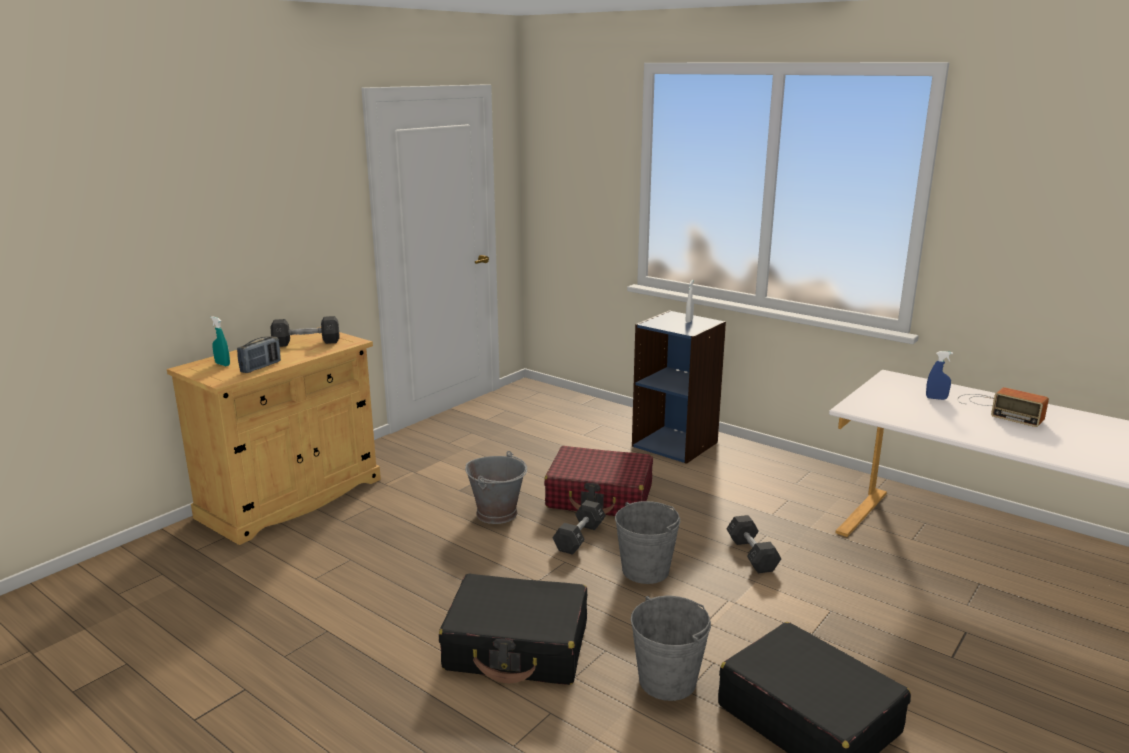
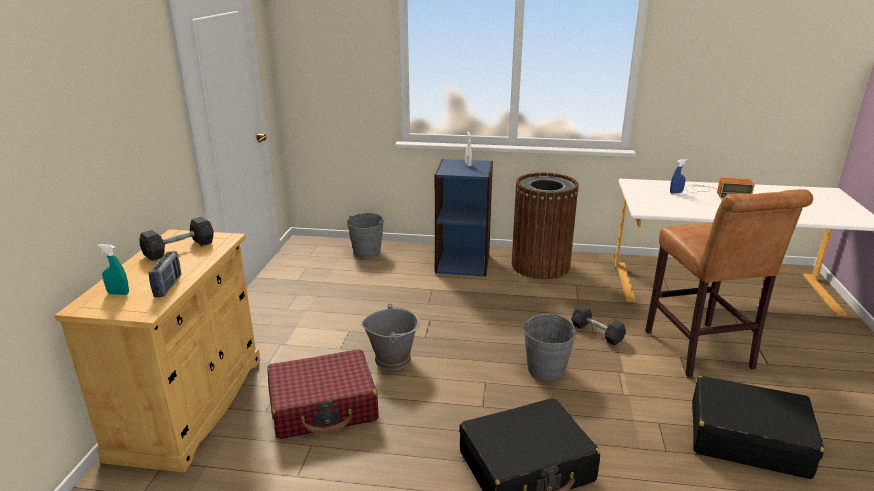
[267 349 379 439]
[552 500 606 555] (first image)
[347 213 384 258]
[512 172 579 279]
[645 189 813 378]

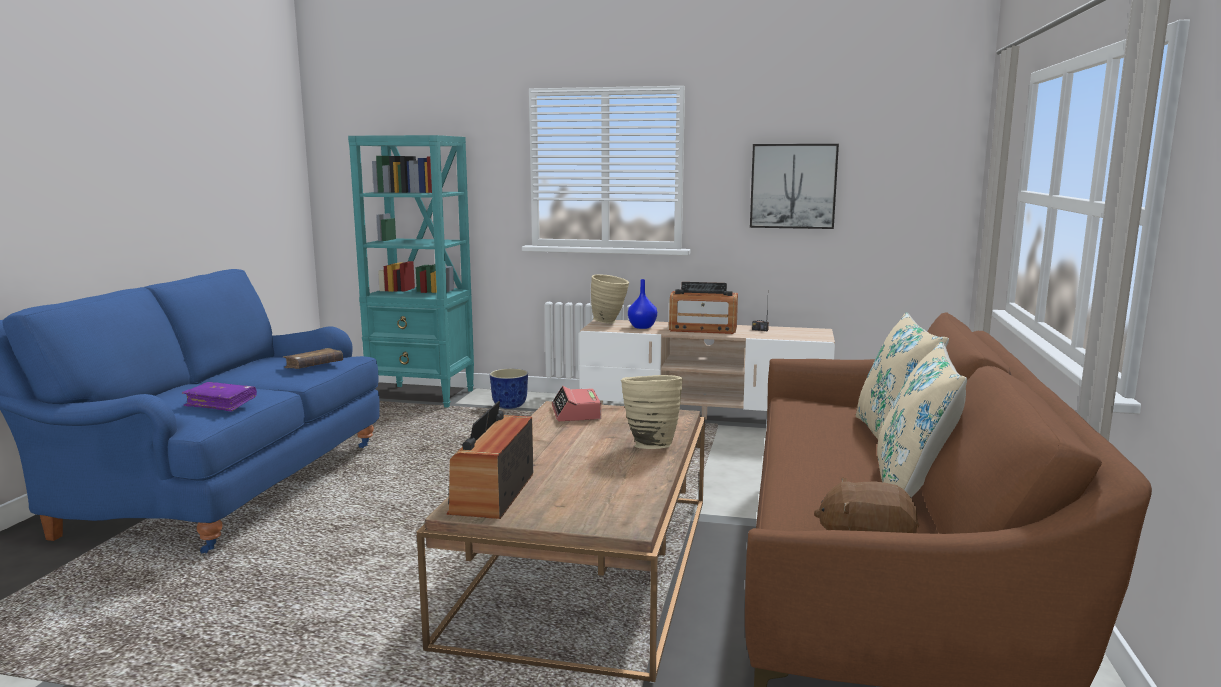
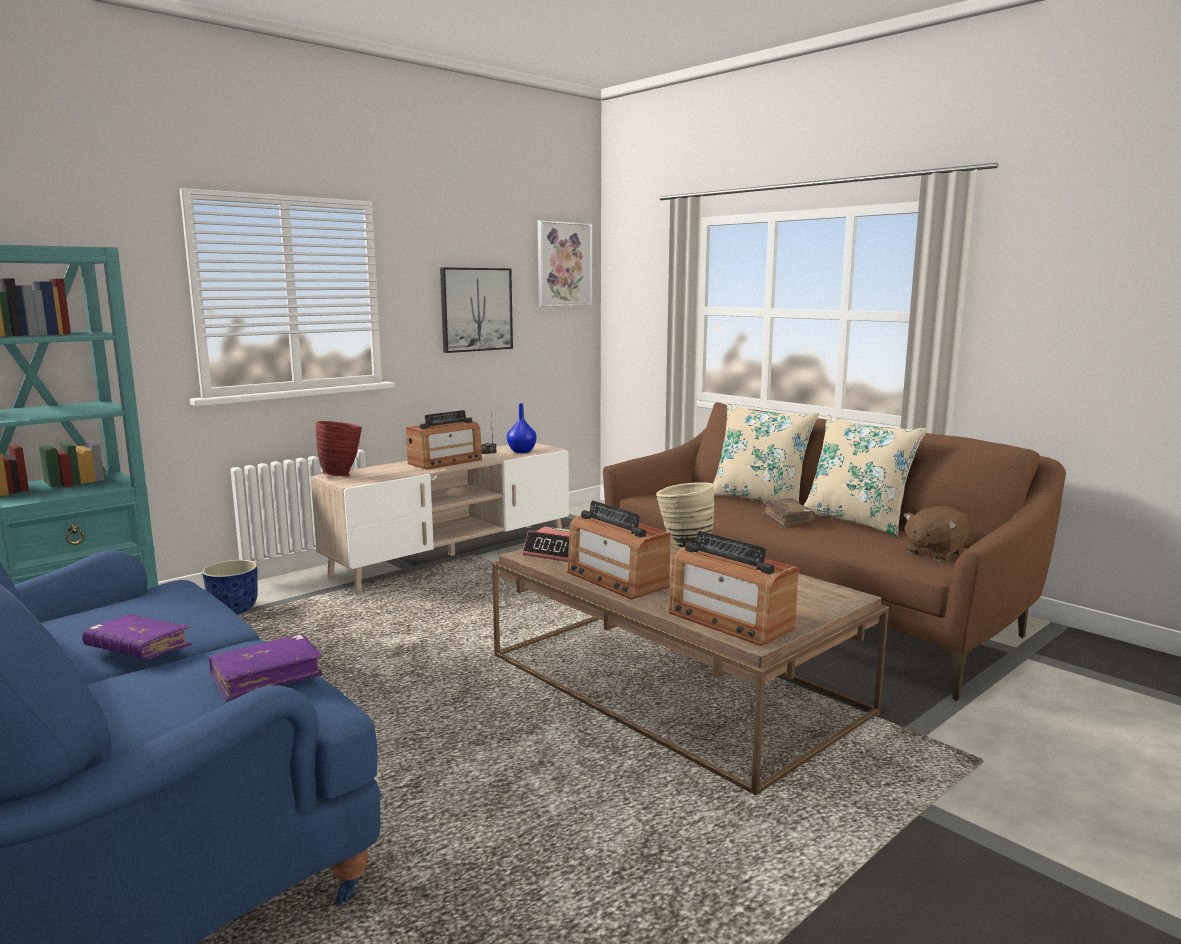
[316 421 362 476]
[507 403 537 453]
[762 498 815 527]
[538 220 592 307]
[567 501 671 600]
[82 614 192 659]

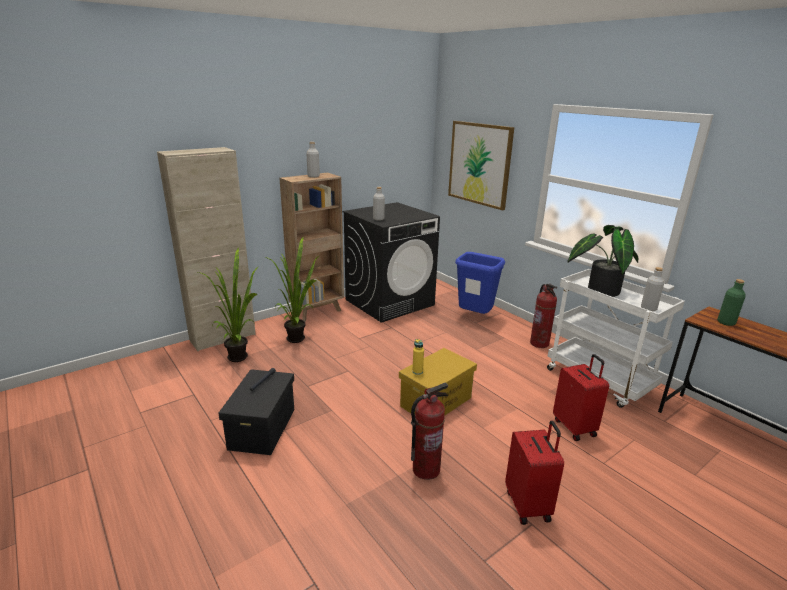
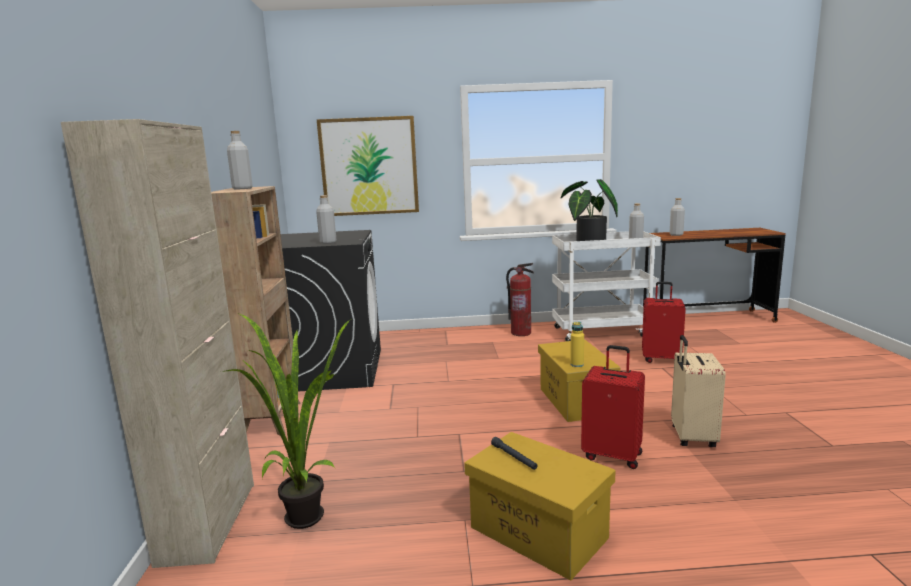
[265 238 319 343] (first image)
[455 252 505 314] (first image)
[670 198 685 236]
[464 432 616 581]
[671 335 726 447]
[581 345 645 469]

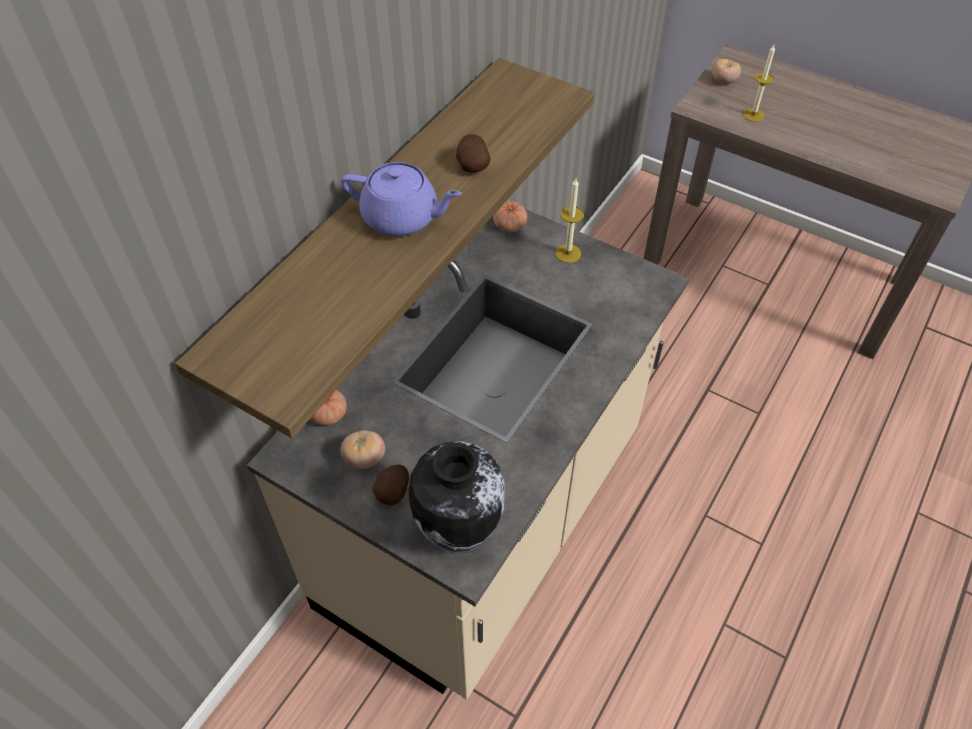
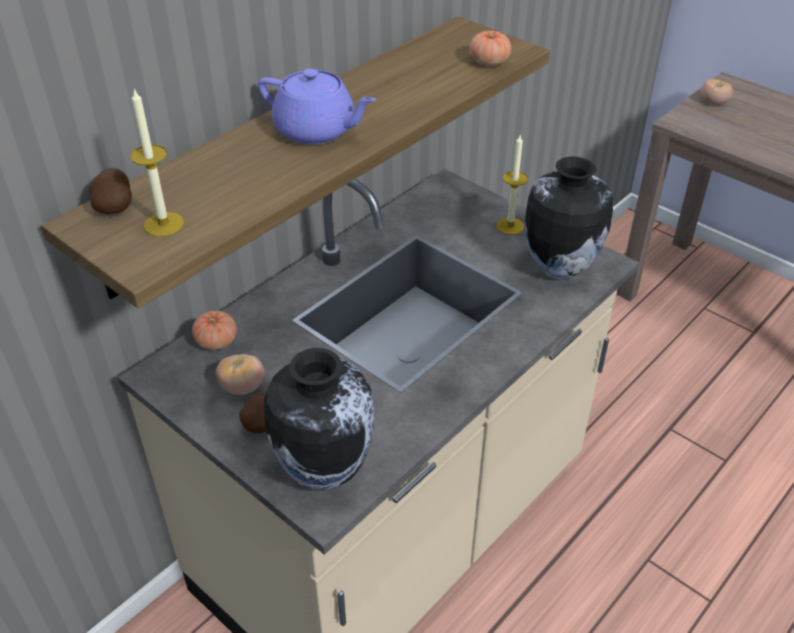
[130 88 184 237]
[89 168 132 214]
[469 31 511 66]
[525 157 613 280]

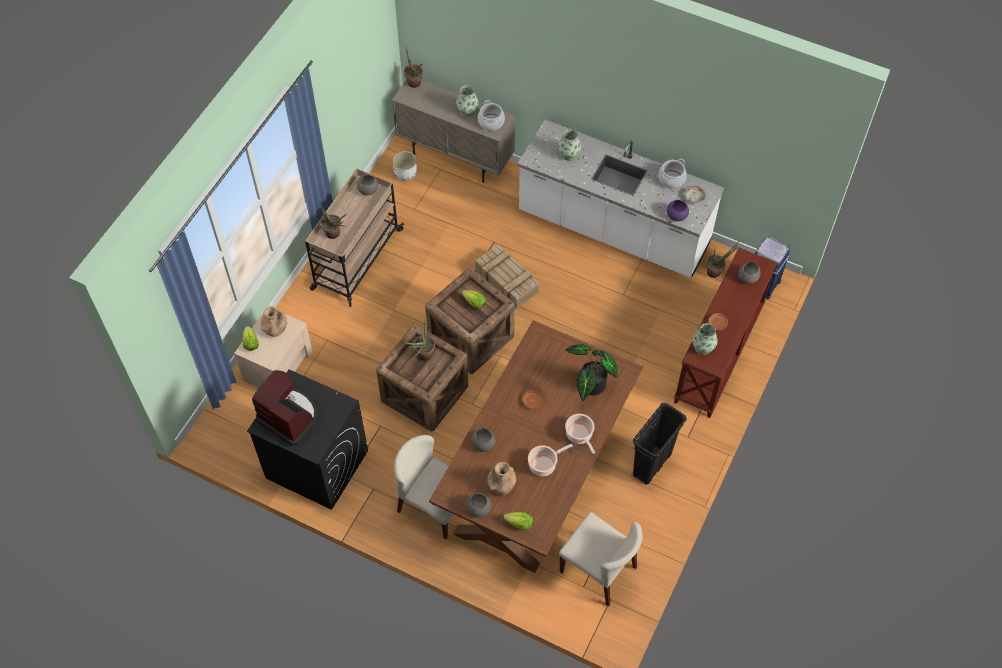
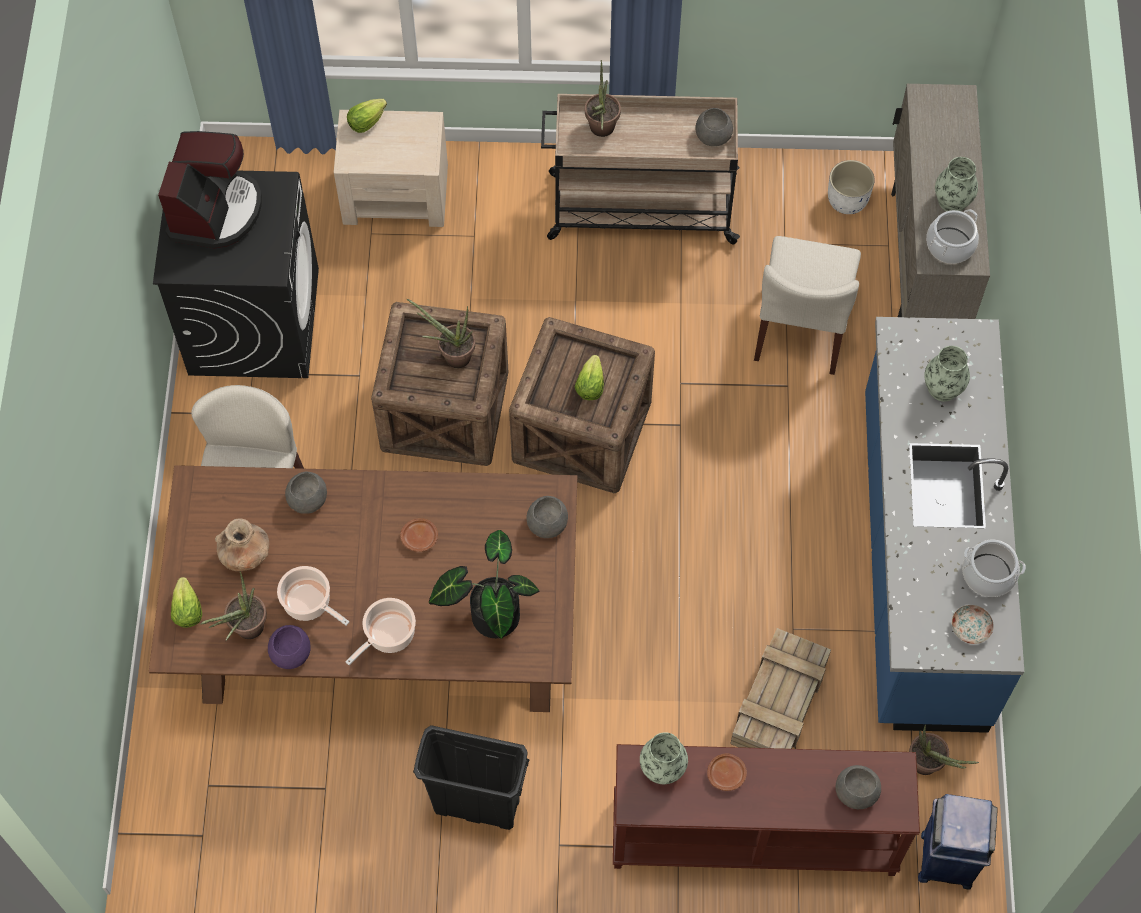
[201 572 267 641]
[865 317 1024 733]
[268 625 311 669]
[730 628 831 749]
[261 306 287 337] (first image)
[526 496 568 538]
[754 236 861 375]

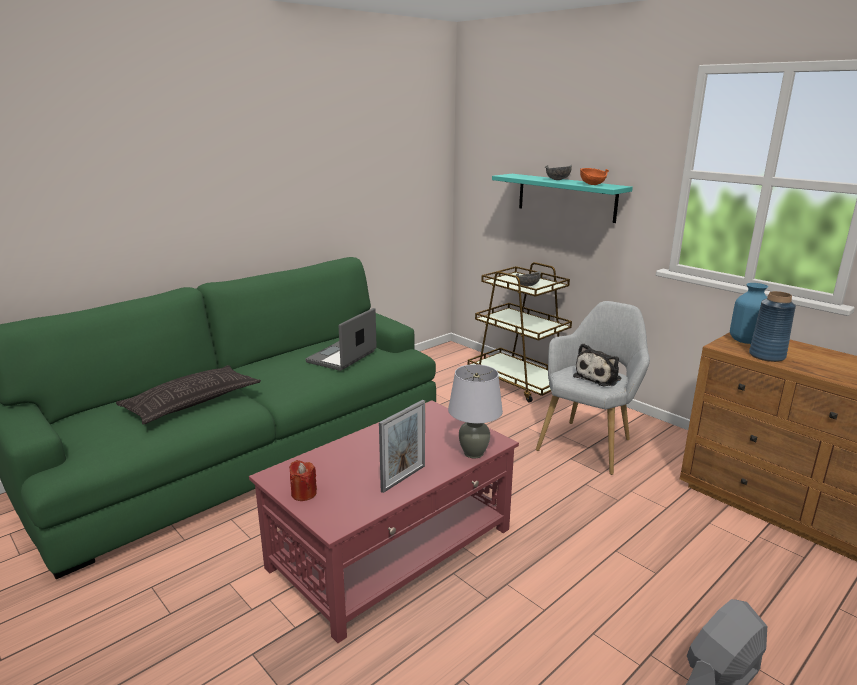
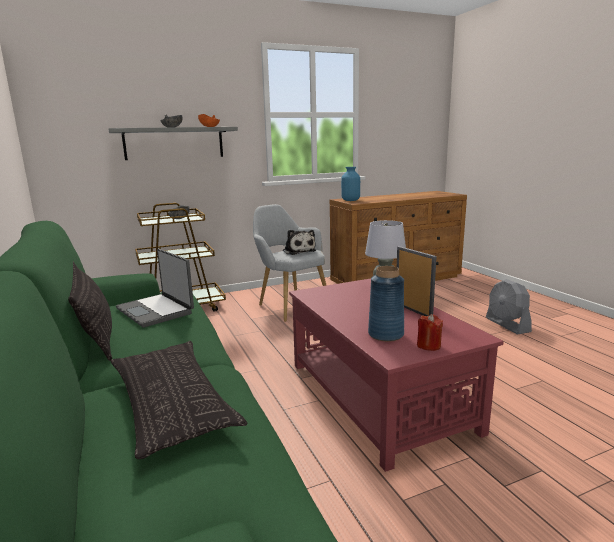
[109 127 238 160]
[368 266 404 342]
[68 261 112 361]

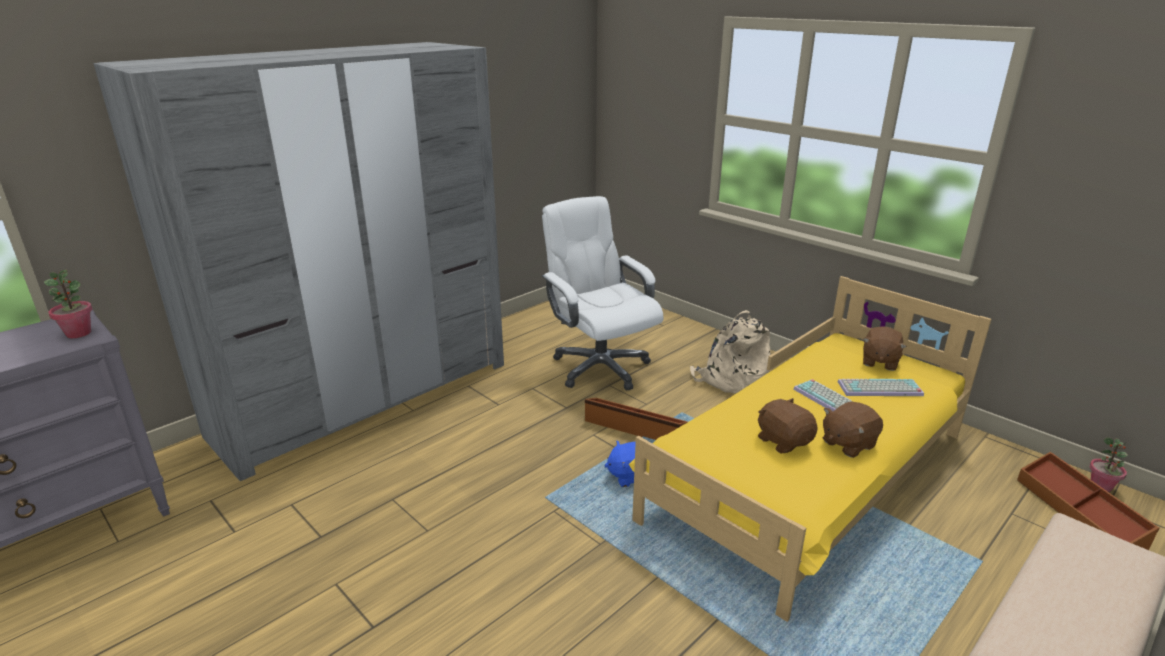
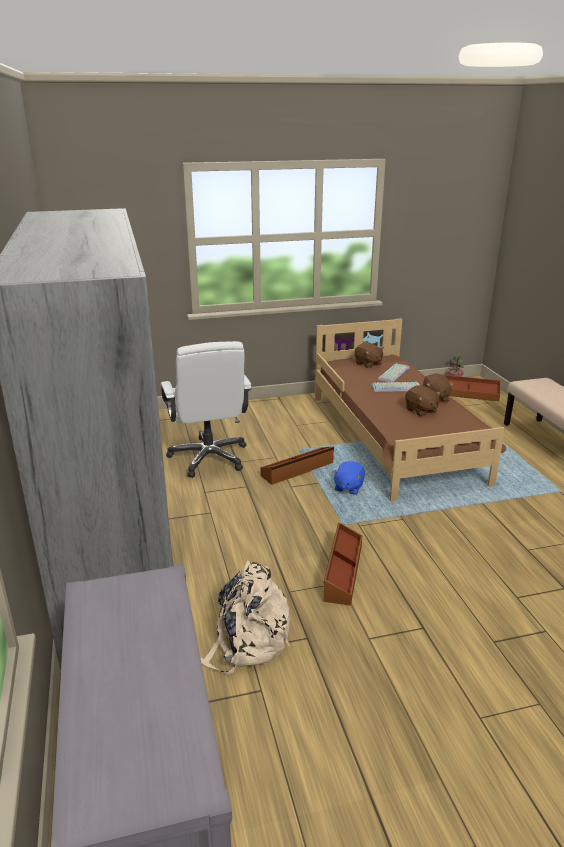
[161 341 252 478]
[44 270 92 338] (first image)
[315 318 507 501]
[200 560 290 675]
[405 385 441 416]
[323 522 362 606]

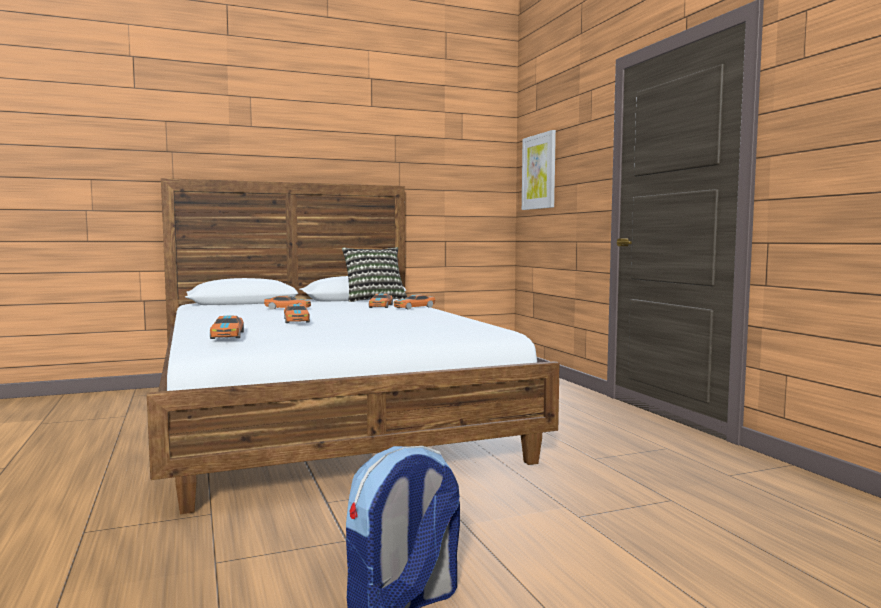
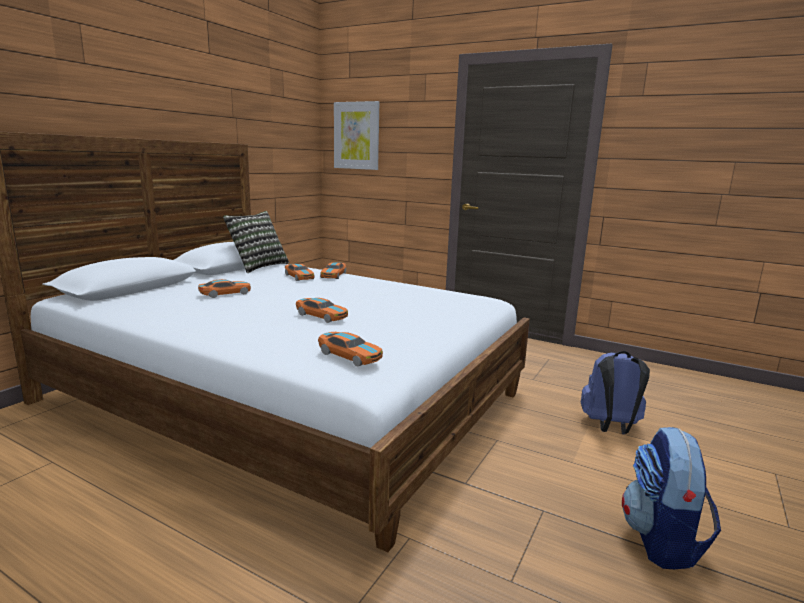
[581 351 650 434]

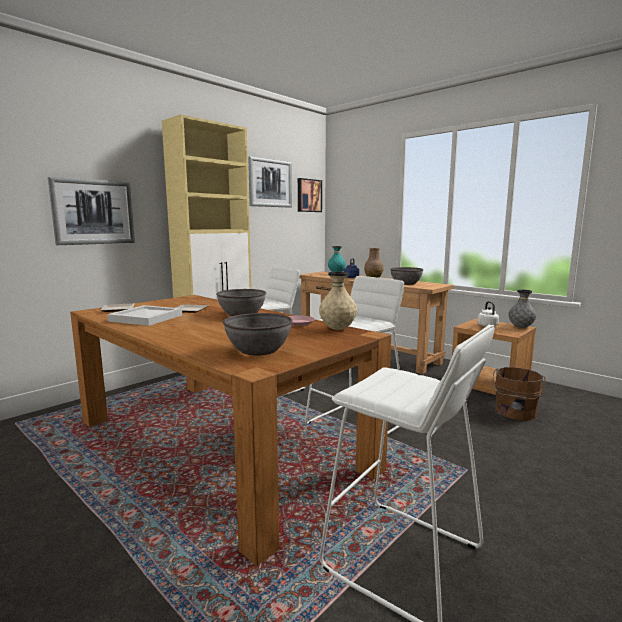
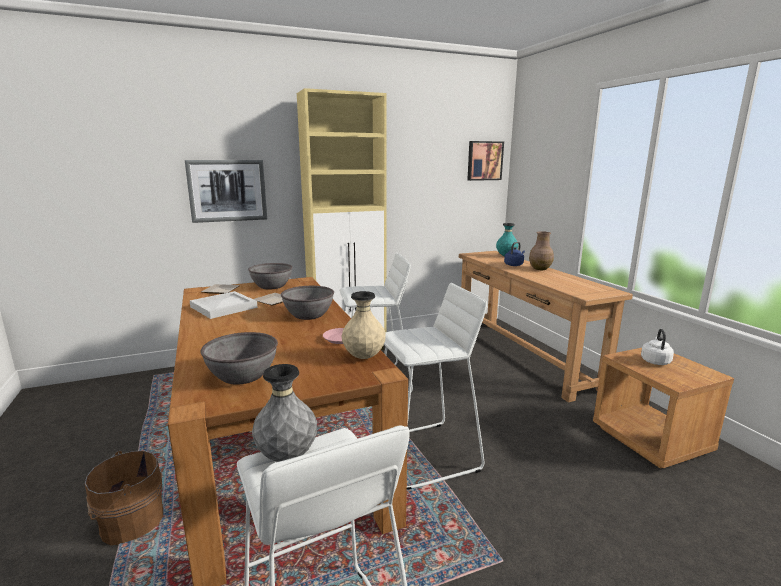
[248 157 292 208] (first image)
[248 263 292 290]
[252 364 317 462]
[85 450 163 545]

